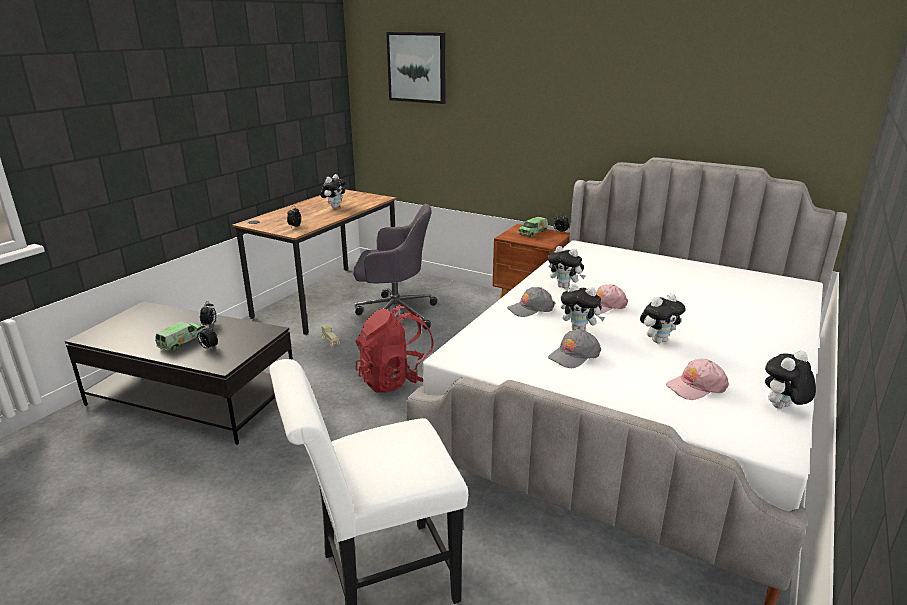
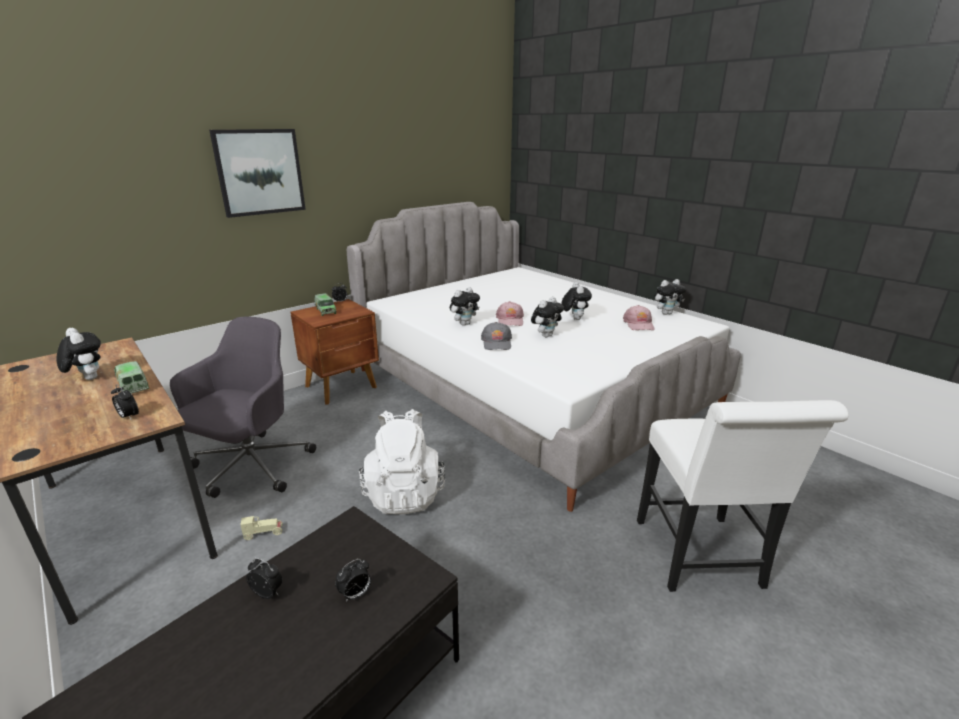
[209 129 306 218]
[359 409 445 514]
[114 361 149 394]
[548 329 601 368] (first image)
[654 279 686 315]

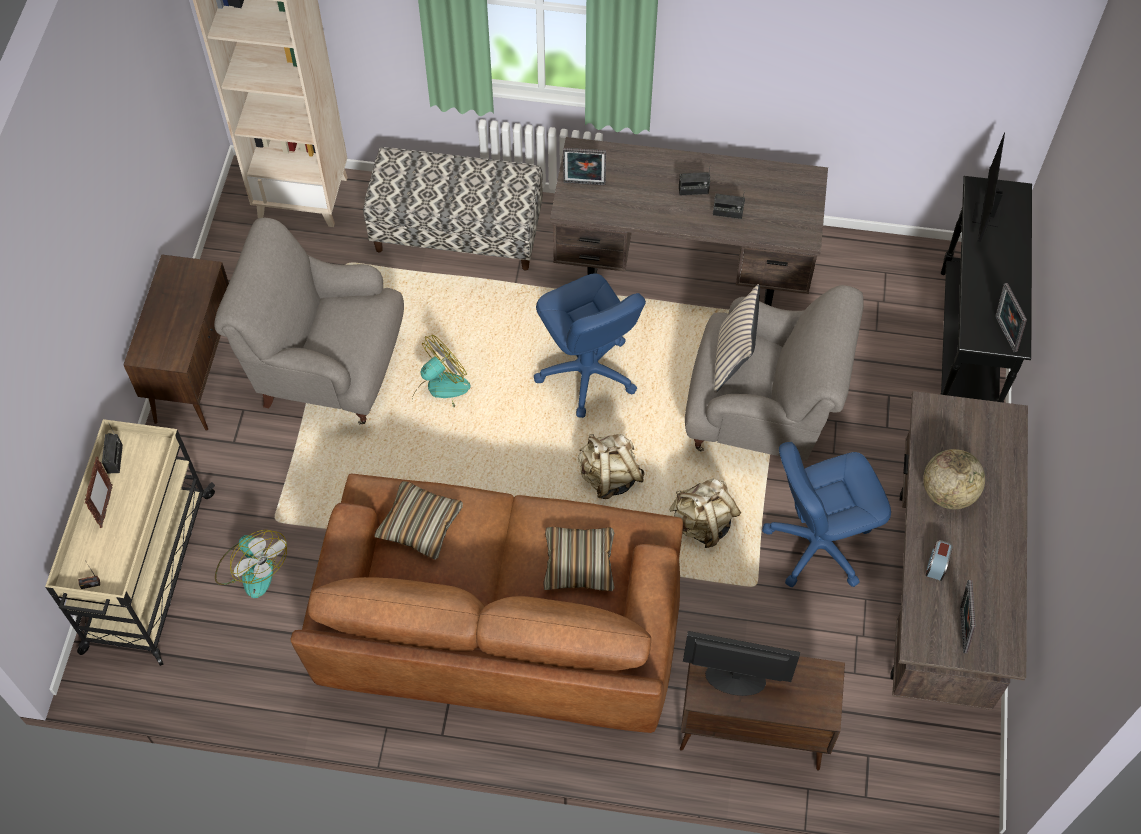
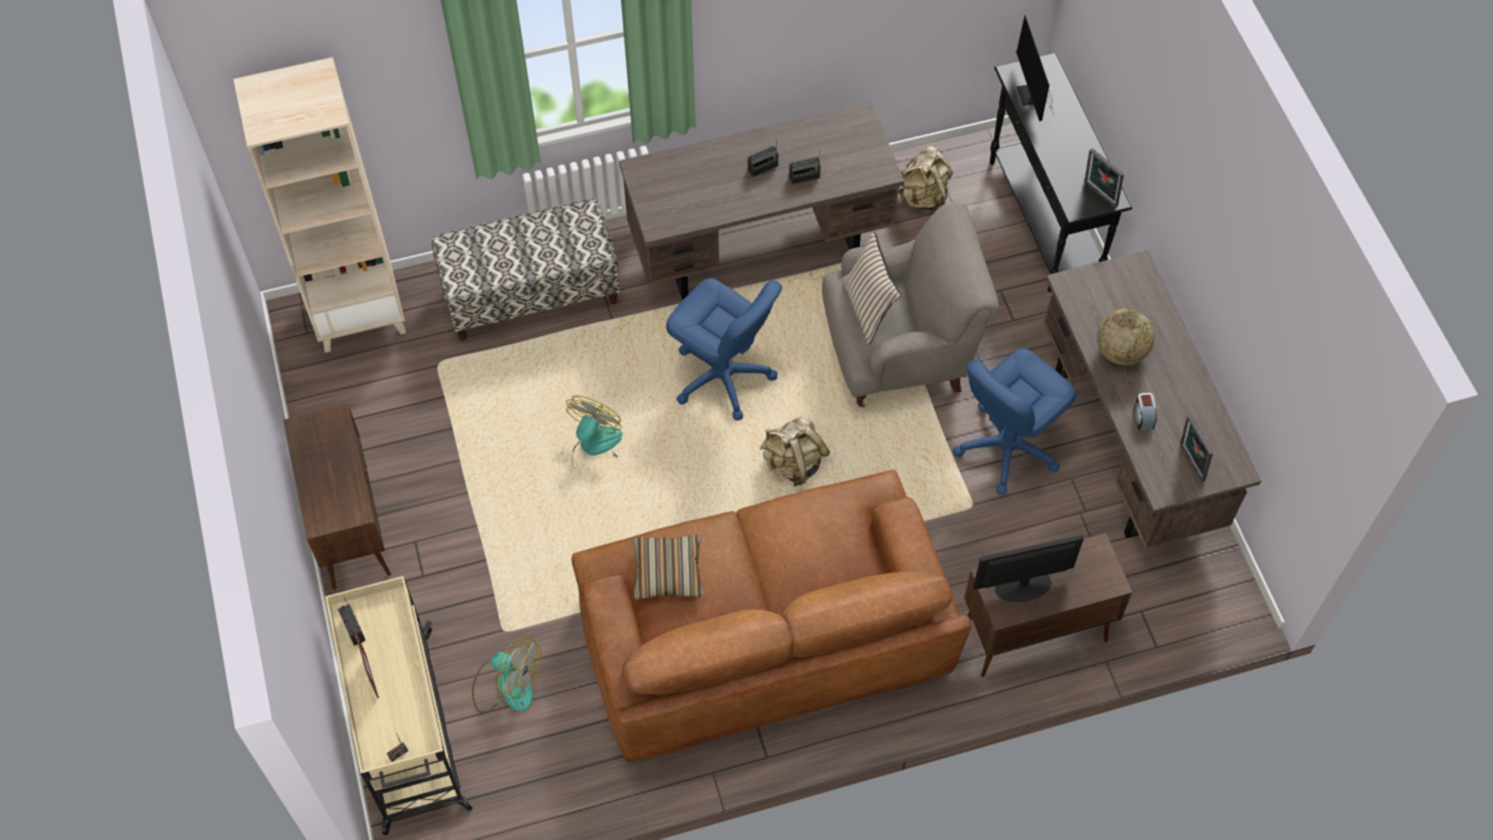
[563 148 606 185] (first image)
[214 218 404 425] (first image)
[898 146 953 211]
[543 527 614 591] (first image)

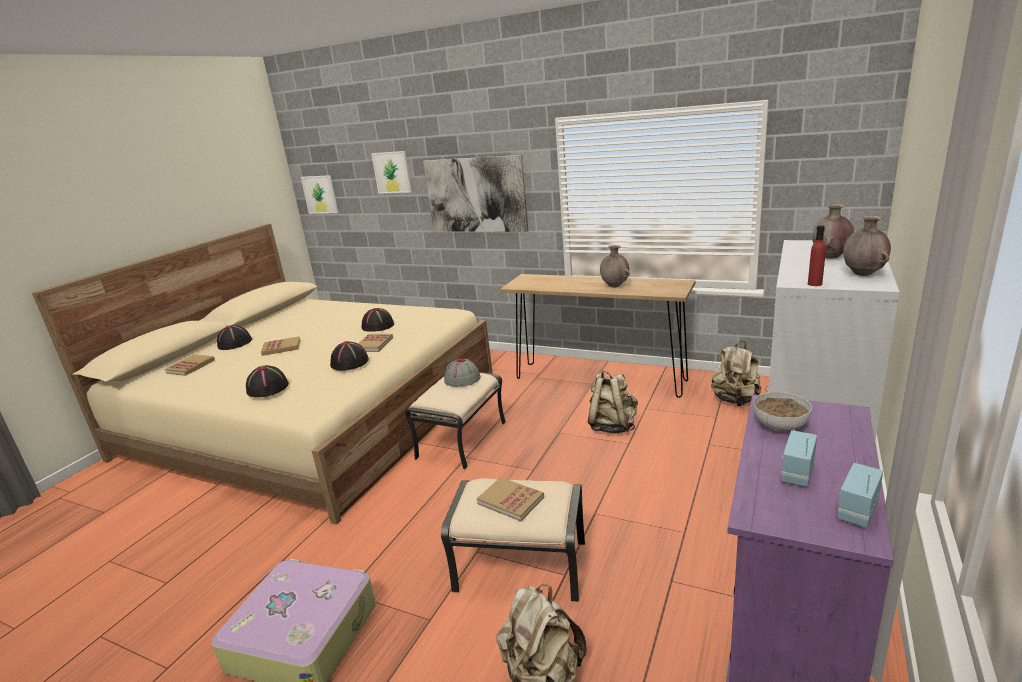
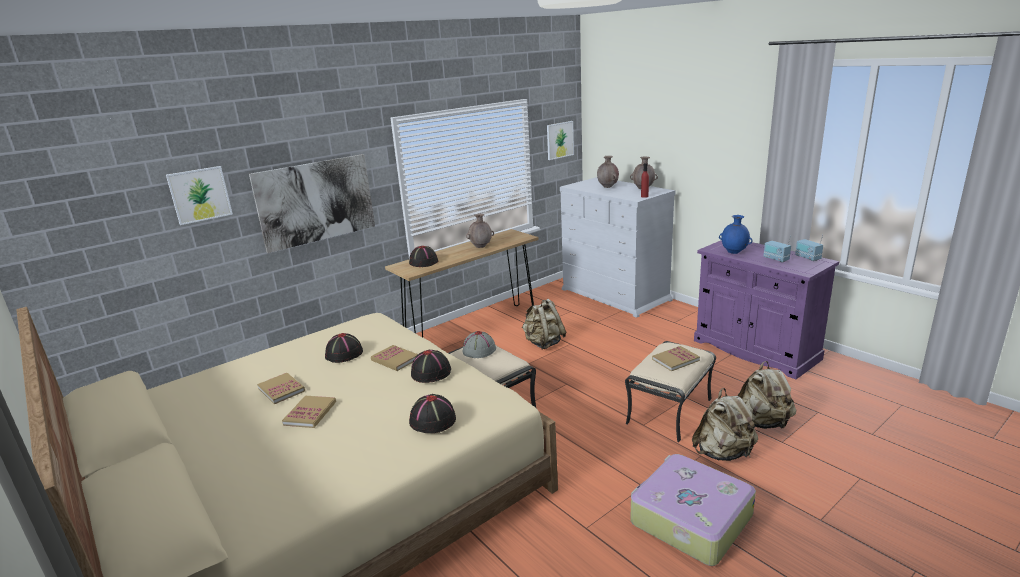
[547 121 574 160]
[409 246 438 267]
[692 388 758 461]
[257 373 305 404]
[719 215 753 254]

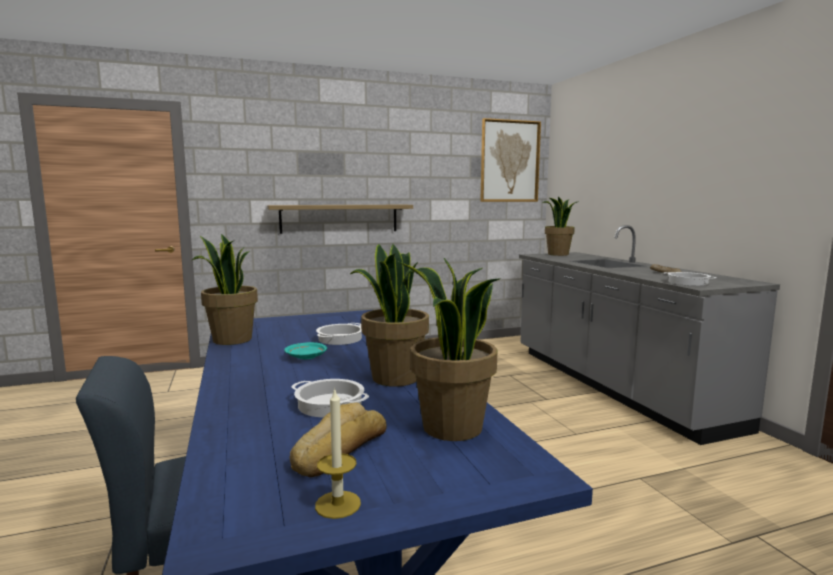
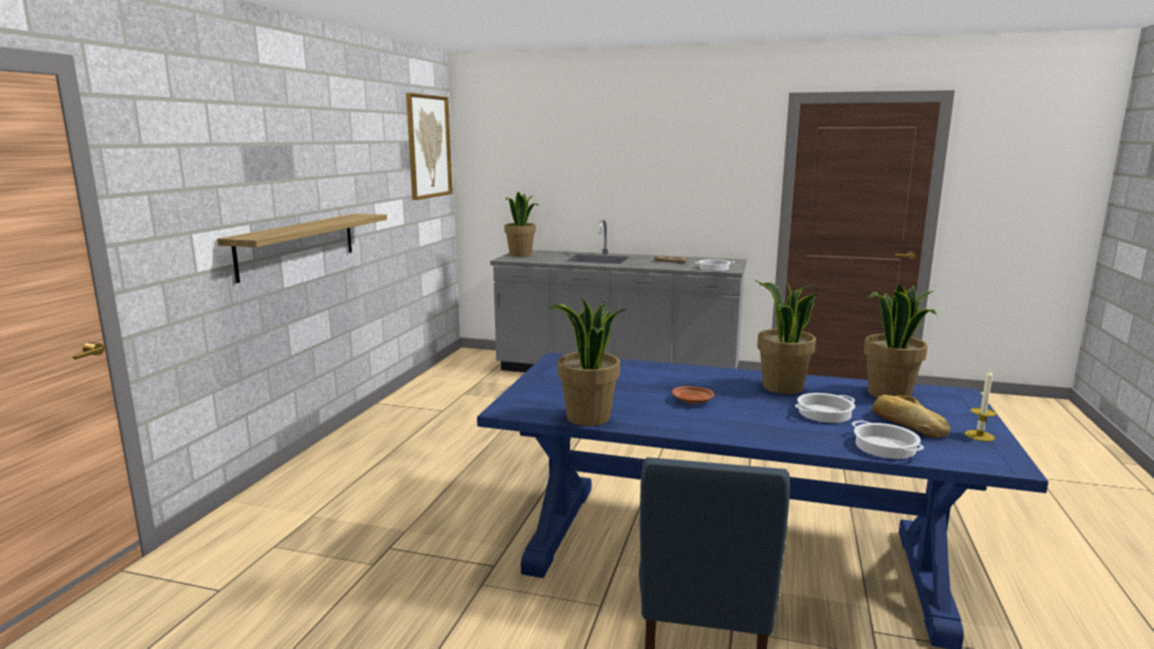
[851 421 924 459]
[672 386 714 404]

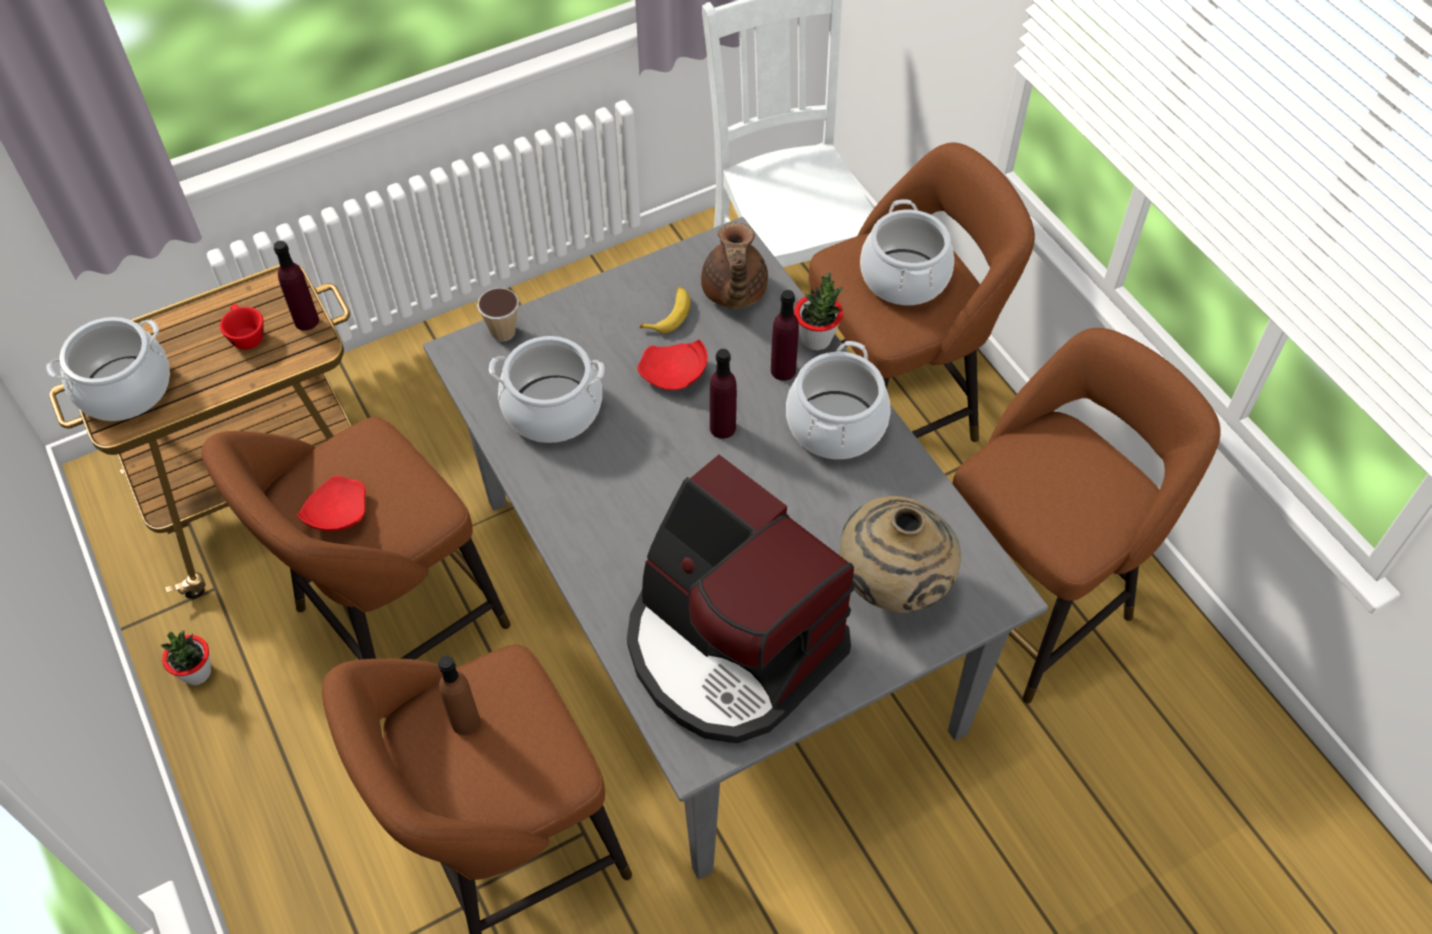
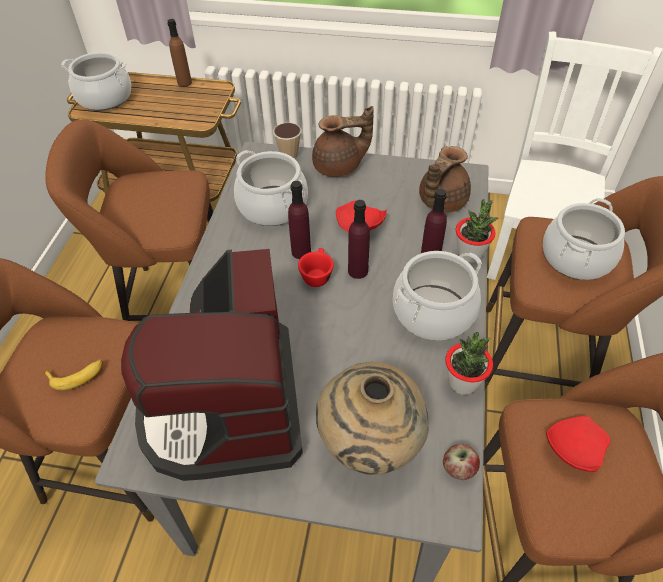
[288 181 311 259]
[43 359 103 390]
[298 248 334 287]
[546 416 610 472]
[445 332 493 395]
[167 19 192 87]
[312 106 374 177]
[443 444 480 480]

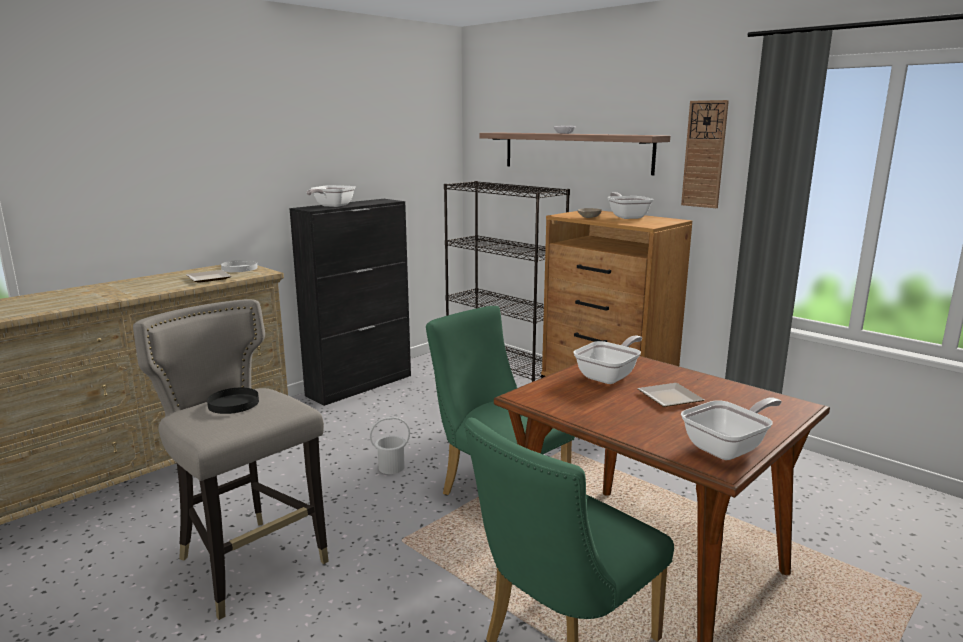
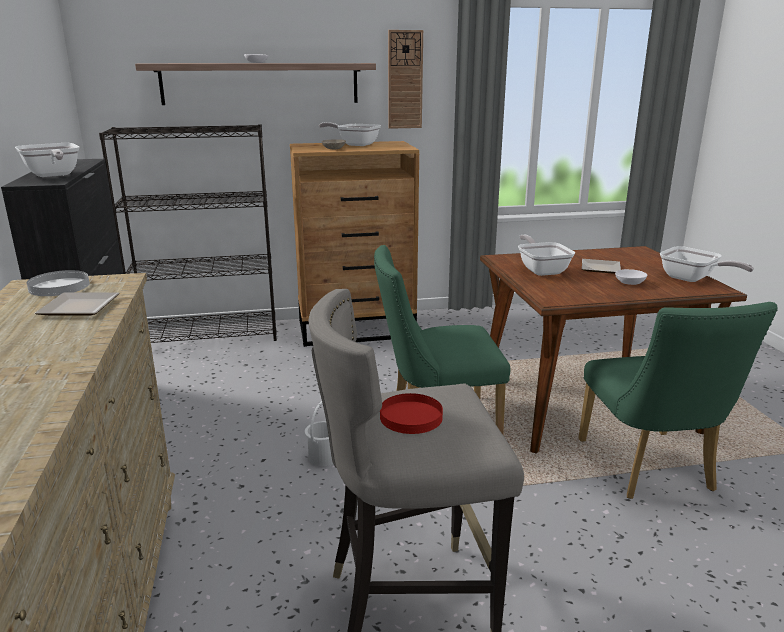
[380 393 443 434]
[660 246 754 282]
[615 269 647 285]

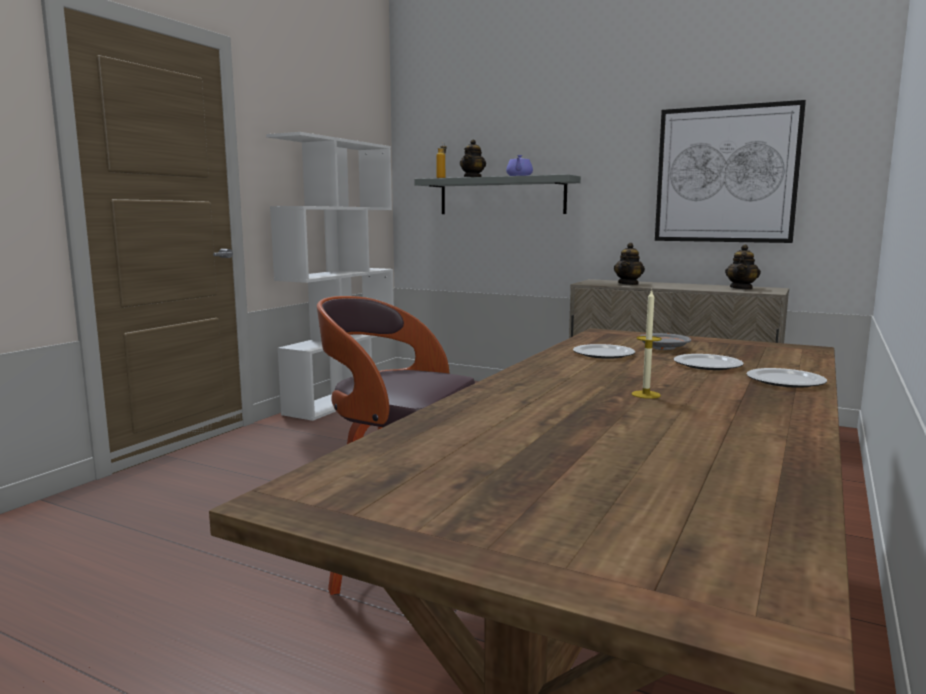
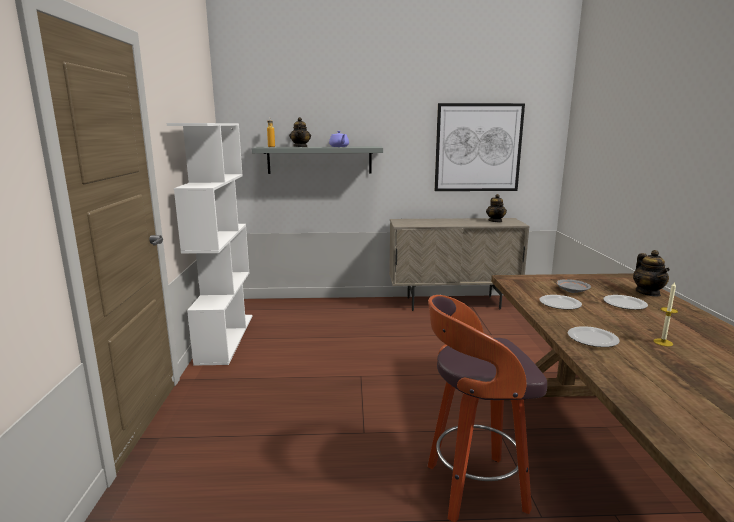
[633 250 670 297]
[568 326 620 347]

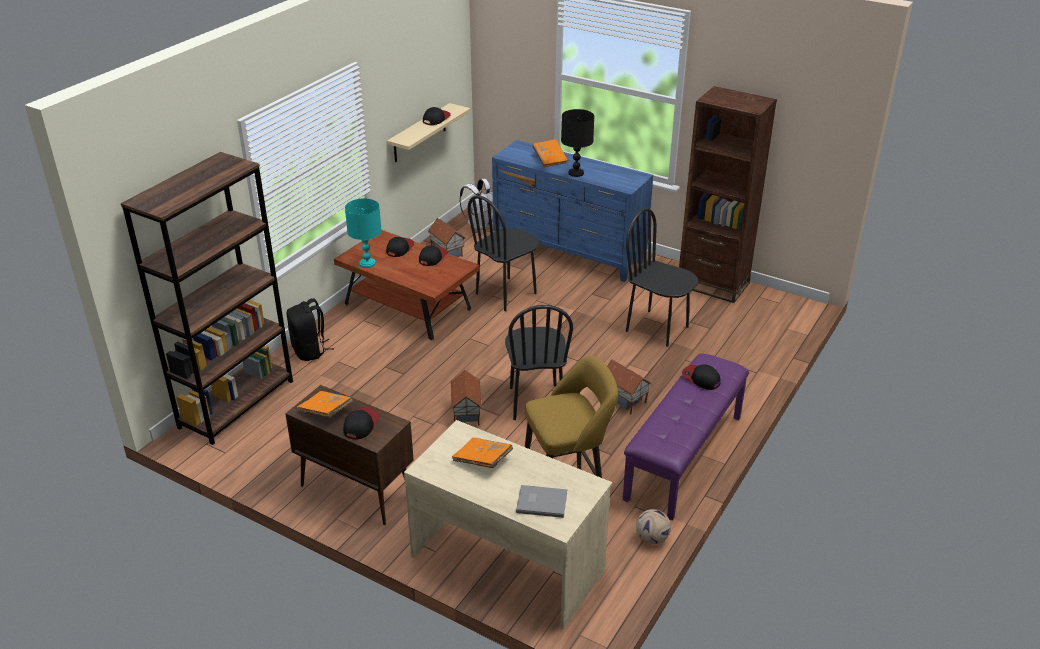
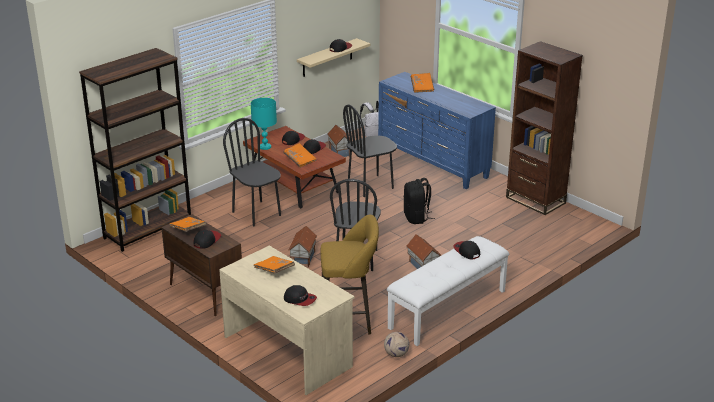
[561 109 594 177] (first image)
[223 118 281 226]
[403 178 435 224]
[387 236 509 346]
[284 285 317 306]
[283 143 317 168]

